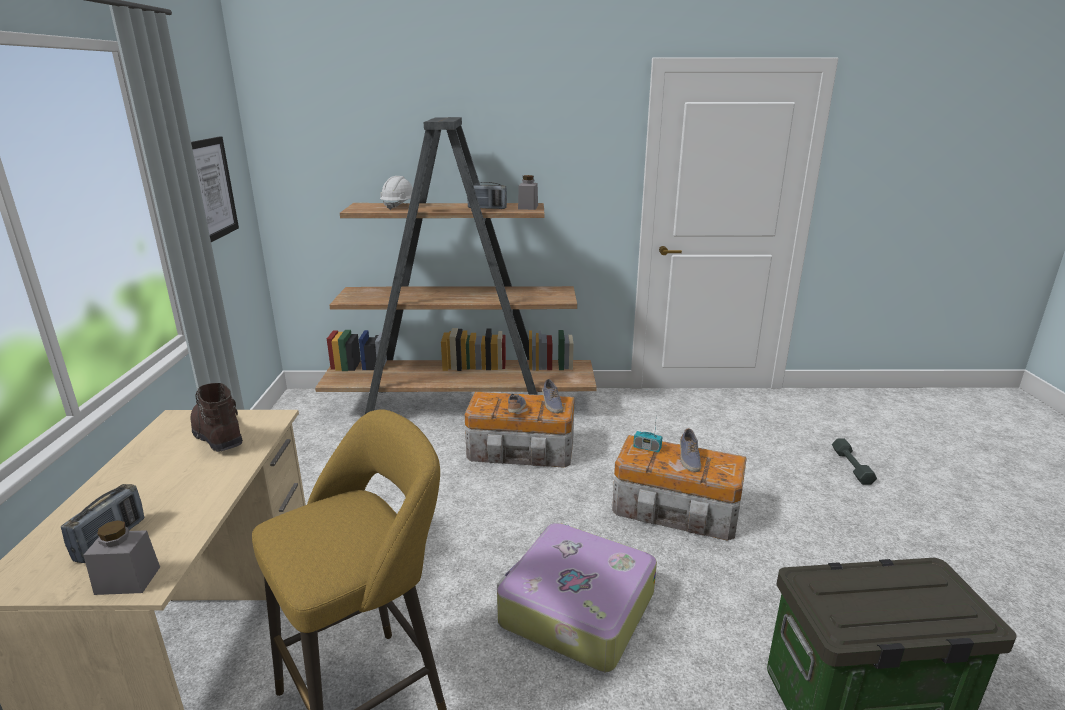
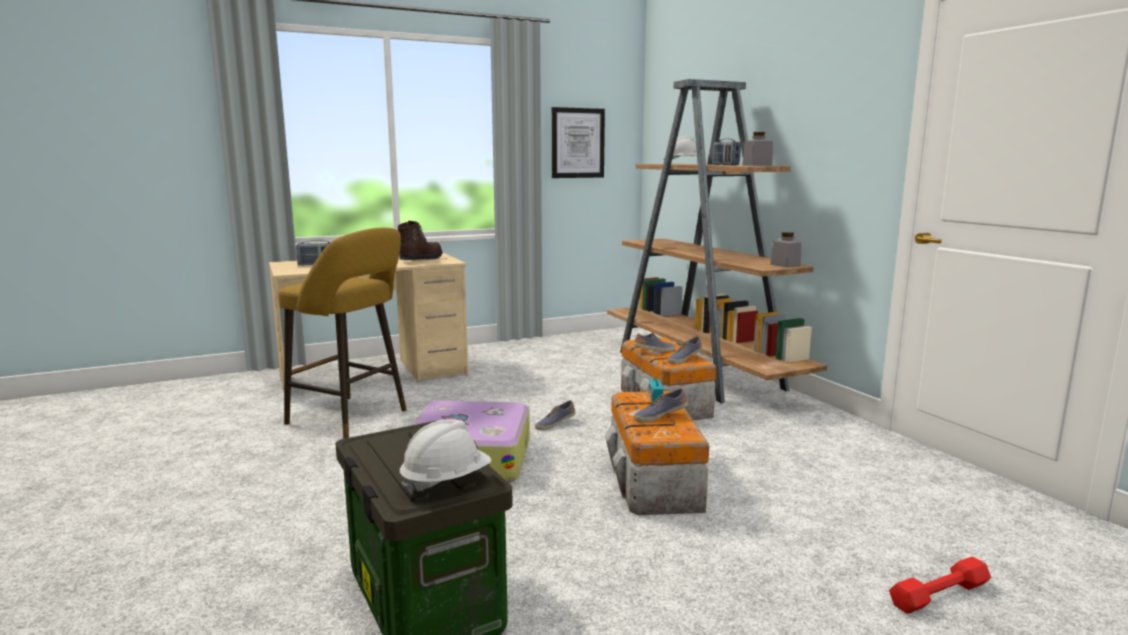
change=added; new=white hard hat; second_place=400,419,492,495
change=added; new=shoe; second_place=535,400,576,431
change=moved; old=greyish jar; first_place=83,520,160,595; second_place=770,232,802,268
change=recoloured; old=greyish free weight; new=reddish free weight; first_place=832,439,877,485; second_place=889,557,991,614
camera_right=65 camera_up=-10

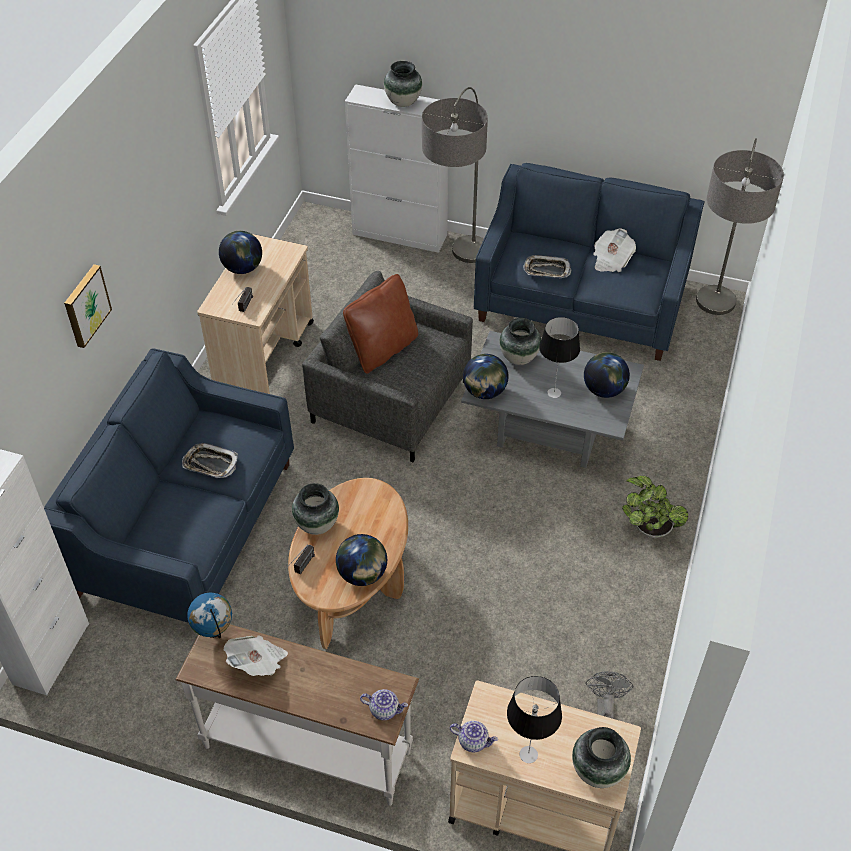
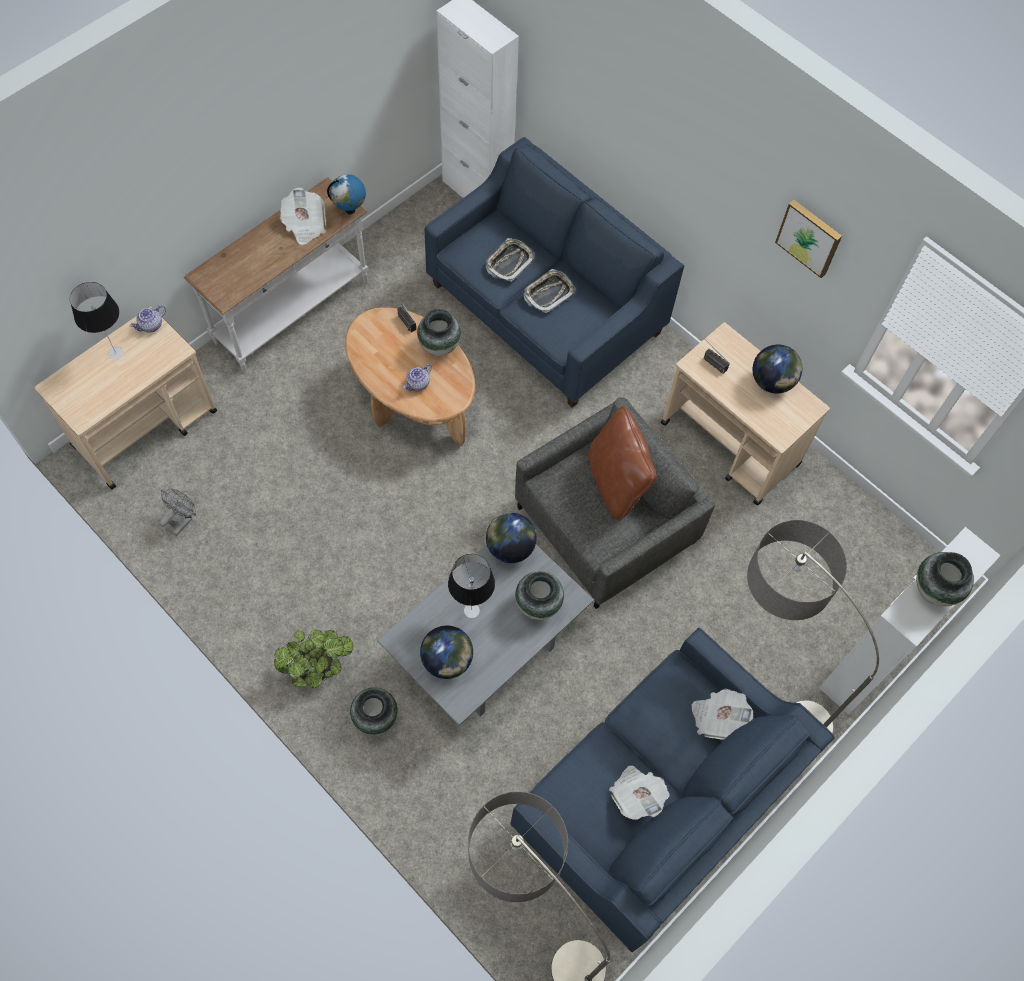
change=turned; old=greyish fan; first_place=586,671,633,719; second_place=159,488,196,536; degrees=-90
change=moved; old=decorative vase; first_place=572,727,631,788; second_place=350,688,398,736
change=moved; old=teapot; first_place=360,689,408,720; second_place=403,363,432,391
change=moved; old=serving tray; first_place=523,255,571,278; second_place=486,238,535,282
change=added; new=newspaper; second_place=691,689,753,740
change=moved; old=wall art; first_place=64,264,112,348; second_place=775,200,842,278
change=removed; old=world globe; first_place=336,534,387,586
camera_right=115 camera_up=15

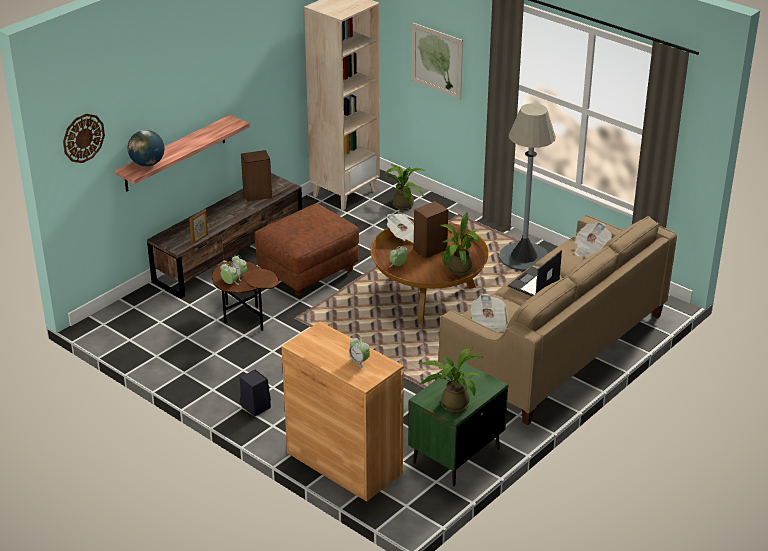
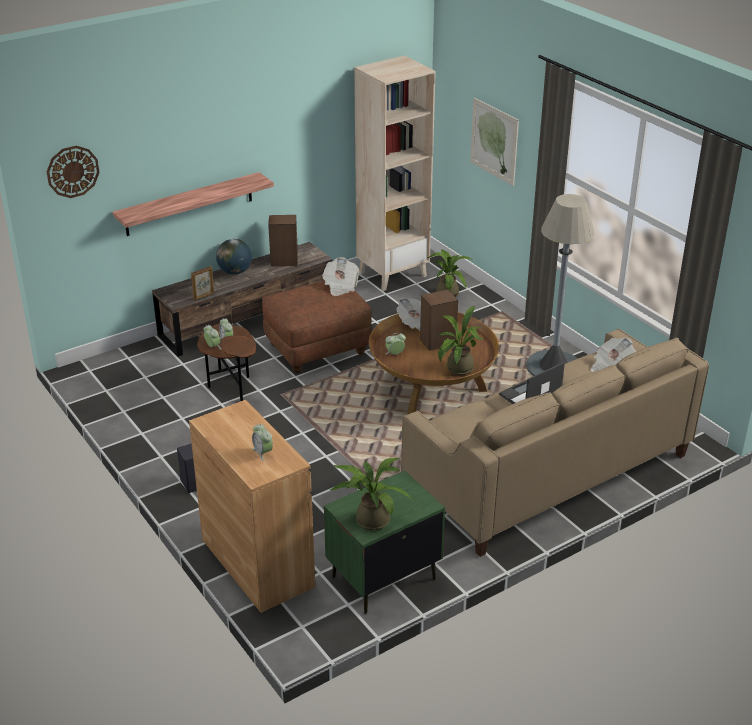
change=moved; old=world globe; first_place=128,130,165,167; second_place=216,239,252,275
change=moved; old=newspaper; first_place=470,294,508,332; second_place=322,257,360,296
camera_right=15 camera_up=0

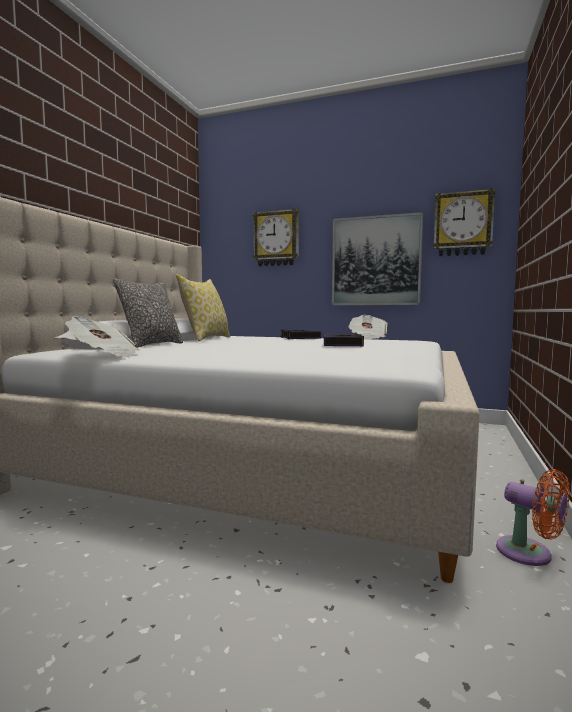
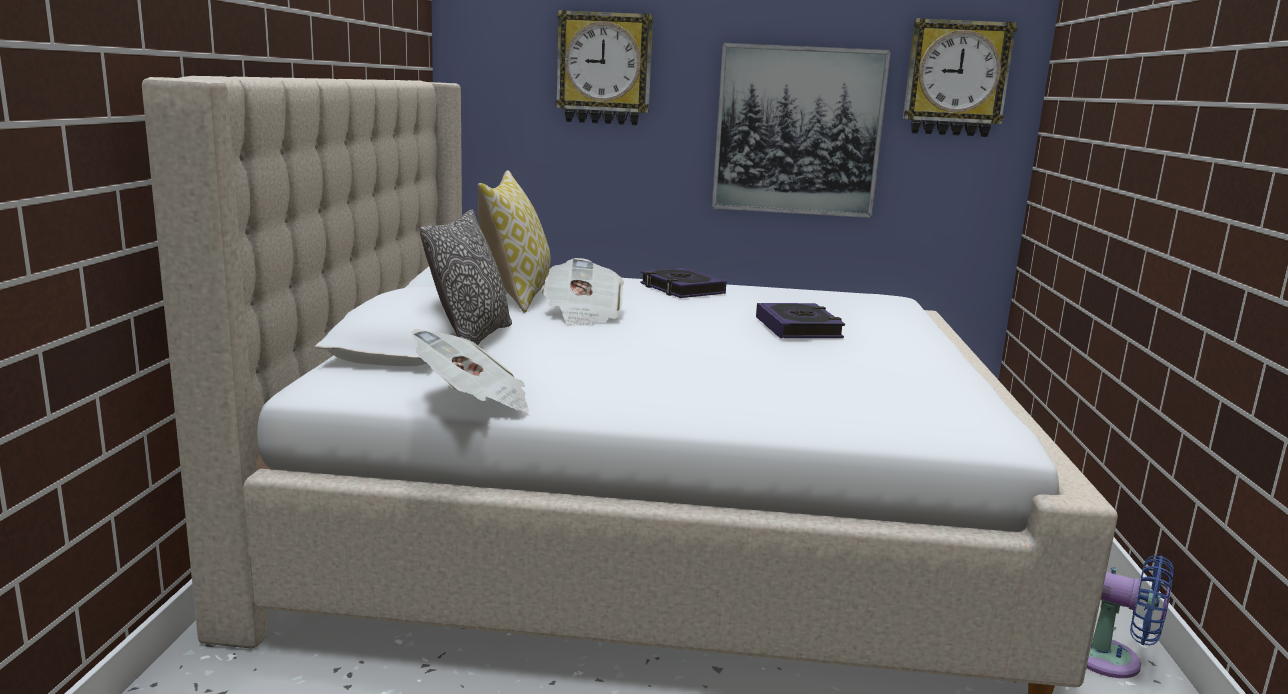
change=moved; old=newspaper; first_place=348,315,388,340; second_place=542,258,624,326
change=recoloured; old=orange-coloured fan; new=bluish fan; first_place=496,469,570,566; second_place=1086,556,1174,678
camera_right=-15 camera_up=10

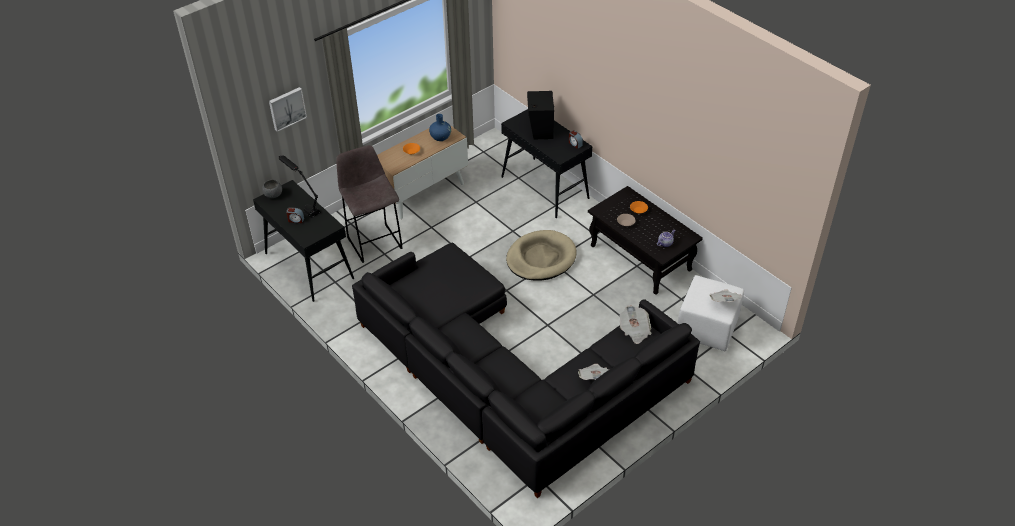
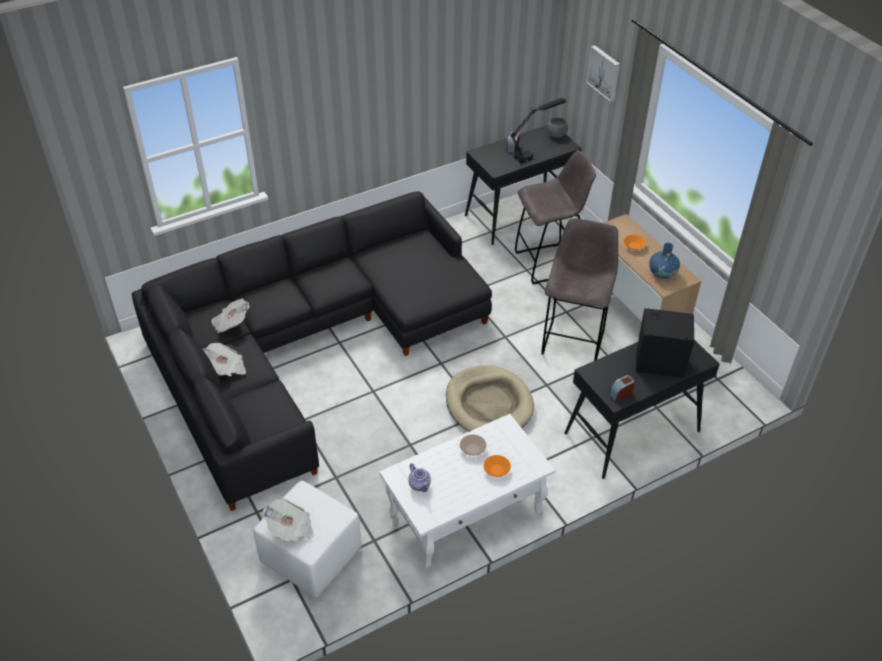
change=moved; old=newspaper; first_place=619,305,652,344; second_place=211,298,250,333
change=recoloured; old=black coffee table; new=white coffee table; first_place=588,186,703,295; second_place=379,414,555,569
change=added; new=greyish stool seat; second_place=541,218,618,361
camera_right=100 camera_up=0

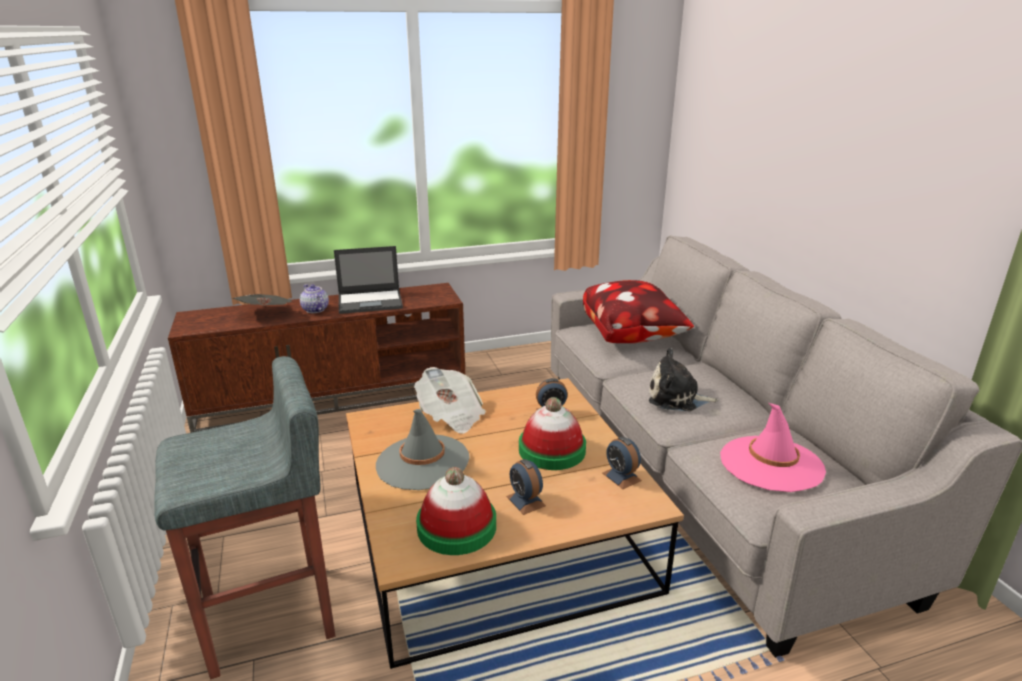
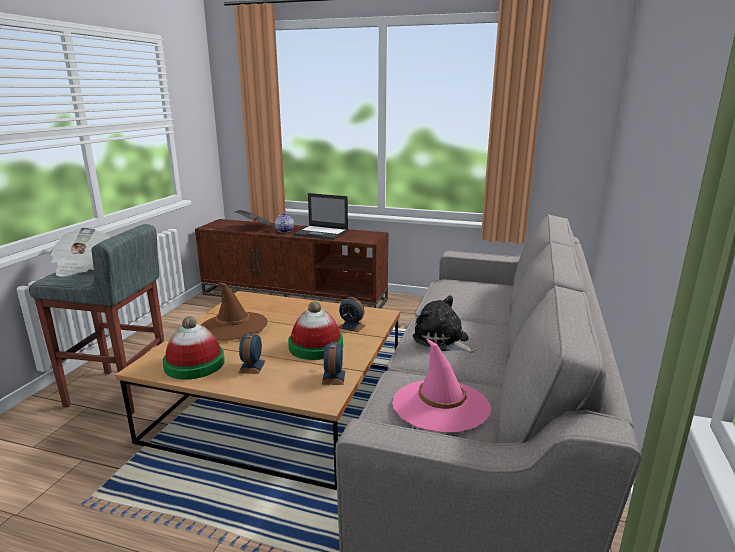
change=moved; old=newspaper; first_place=414,367,486,434; second_place=50,227,110,277
change=recoloured; old=greyish wearable hat; new=brown wearable hat; first_place=376,409,470,490; second_place=201,282,267,341
change=removed; old=cushion; first_place=583,280,694,343
camera_right=35 camera_up=-5

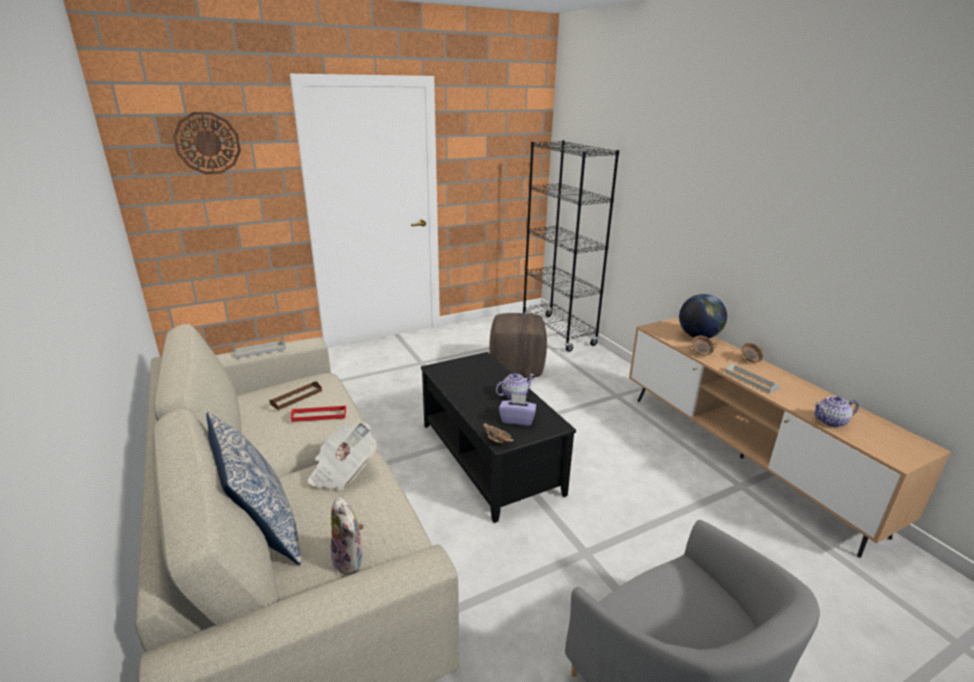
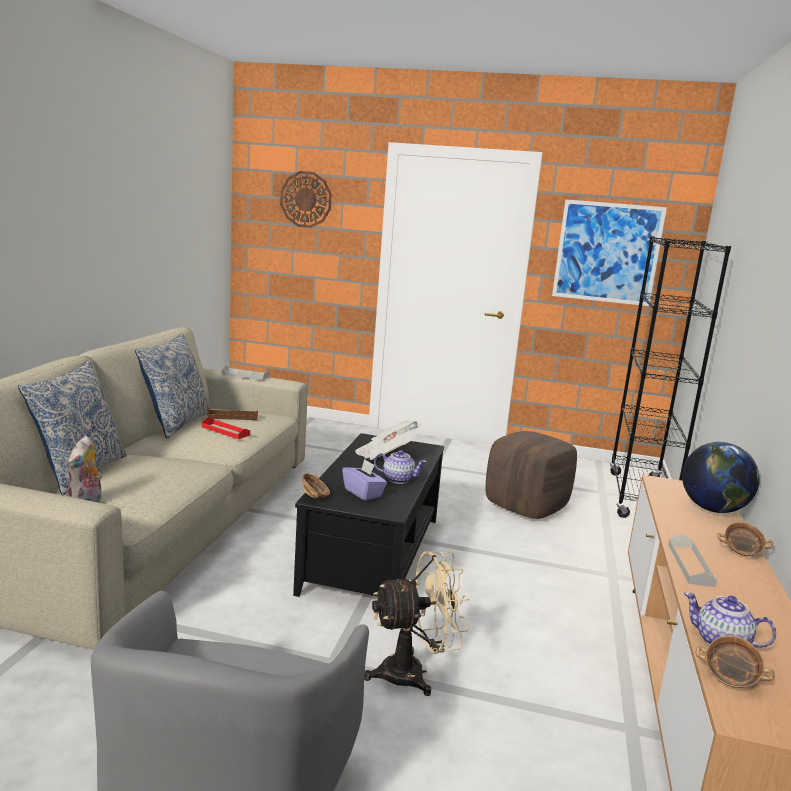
change=added; new=cushion; second_place=135,333,209,439
change=moved; old=newspaper; first_place=308,422,377,490; second_place=355,421,421,460
change=added; new=beige fan; second_place=364,551,469,696
change=added; new=wall art; second_place=552,199,667,306
change=moved; old=bowl; first_place=688,336,717,355; second_place=695,636,775,688
camera_right=40 camera_up=-10

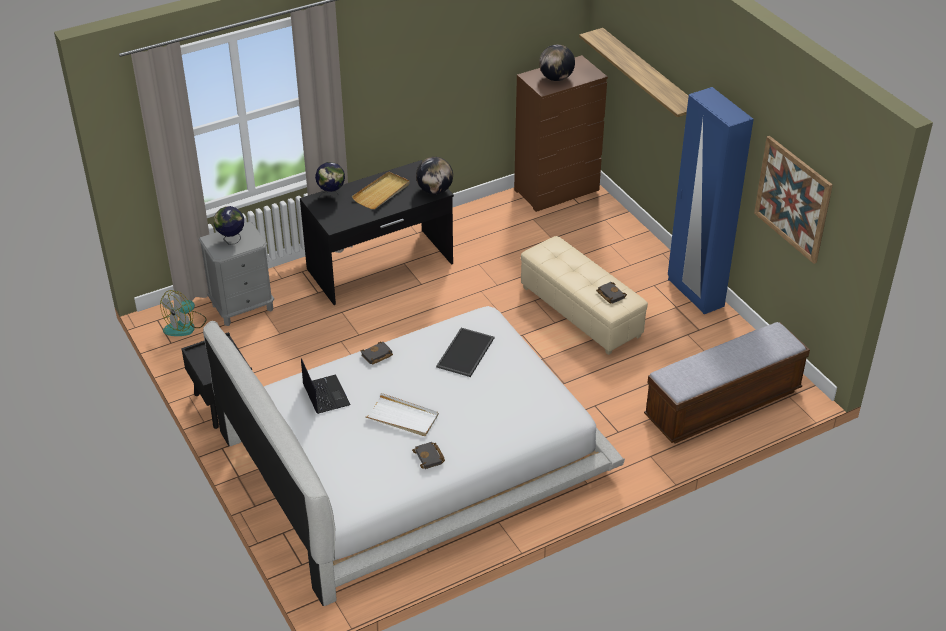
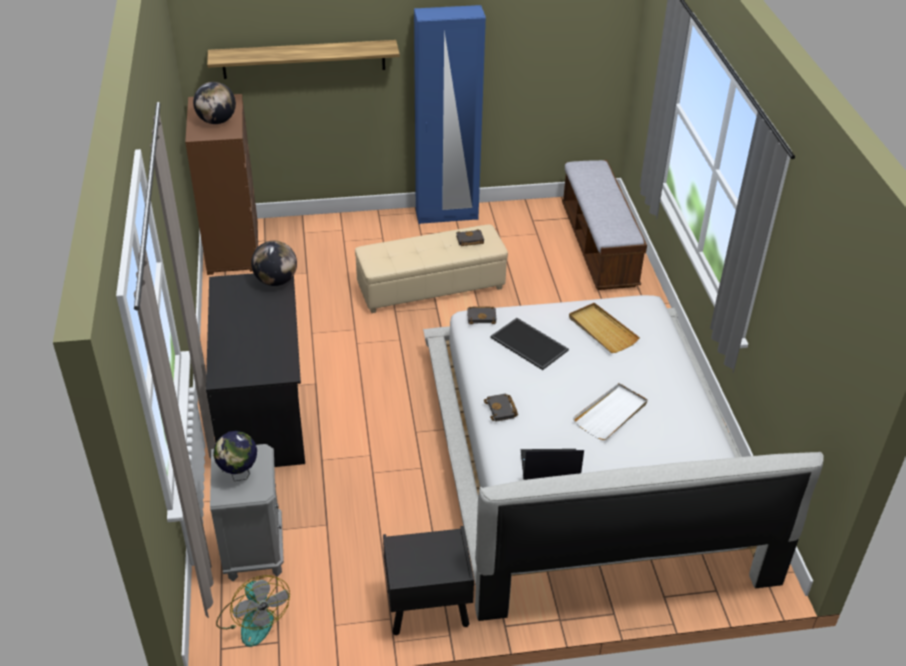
change=moved; old=black book; first_place=412,442,445,469; second_place=467,306,497,324
change=moved; old=beige serving tray; first_place=352,171,410,209; second_place=569,303,640,353
change=removed; old=world globe; first_place=315,162,345,199
change=removed; old=wall art; first_place=754,136,833,264
camera_right=-70 camera_up=0

